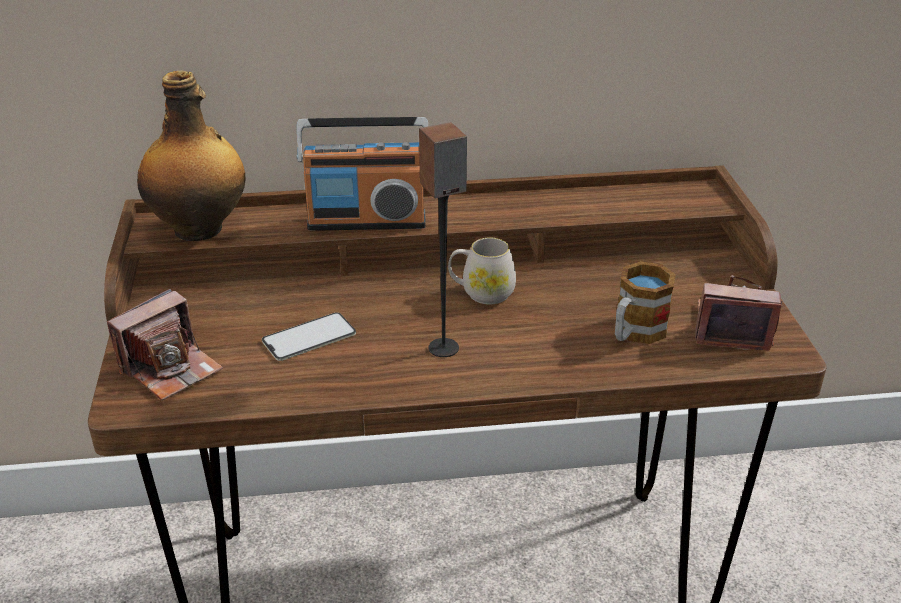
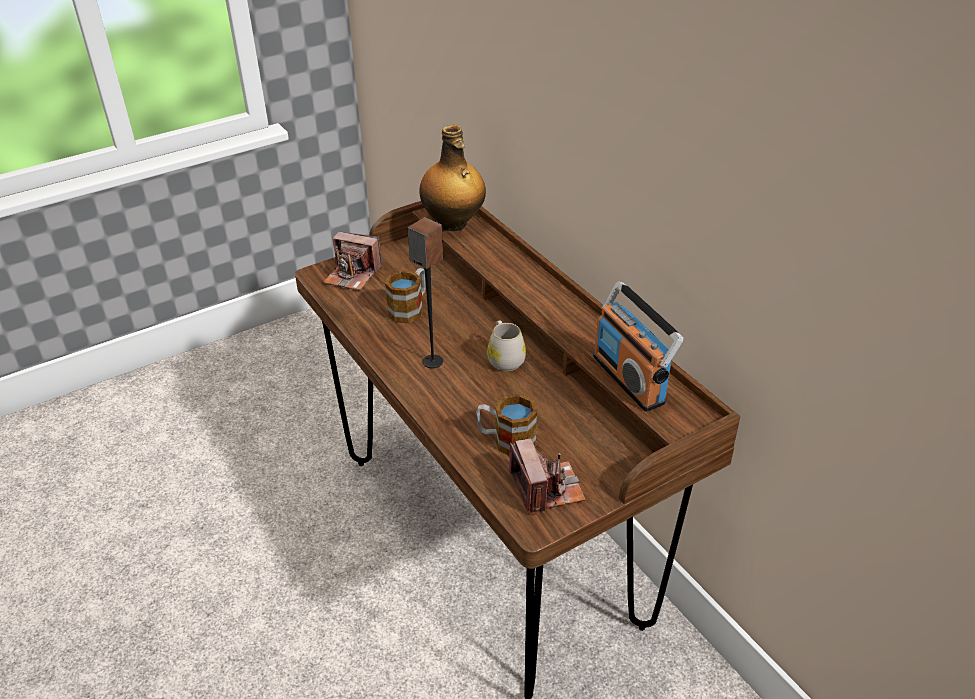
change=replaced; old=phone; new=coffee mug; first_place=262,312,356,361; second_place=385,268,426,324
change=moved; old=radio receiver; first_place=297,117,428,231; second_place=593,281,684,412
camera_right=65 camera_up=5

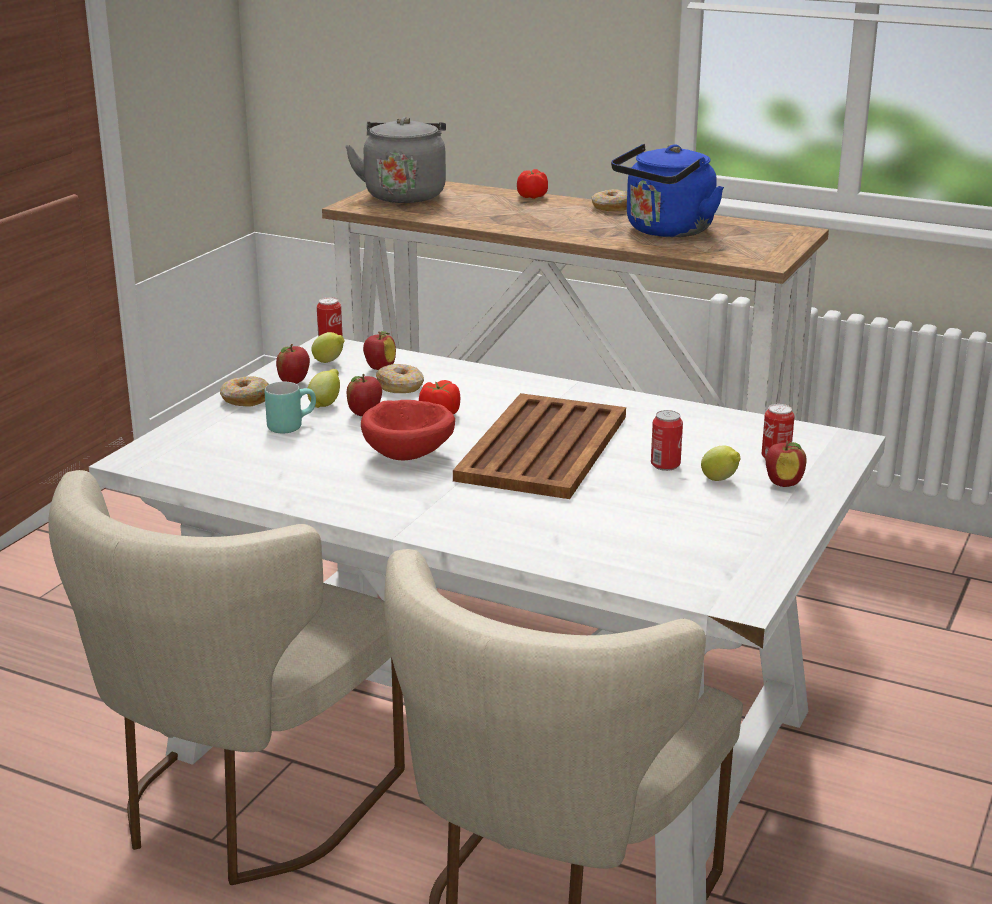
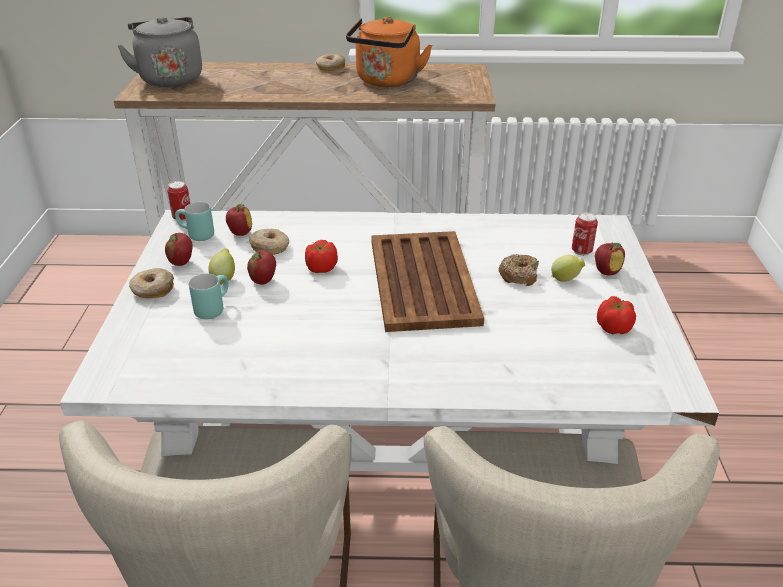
change=replaced; old=lemon; new=turquoise coffee mug; first_place=311,332,344,363; second_place=175,202,214,241
change=recoloured; old=bluish water kettle; new=orange-coloured water kettle; first_place=611,144,724,237; second_place=346,16,432,87
change=replaced; old=metal can; new=ring doughnut; first_place=651,410,683,471; second_place=498,254,539,286
change=moved; old=whole tomato; first_place=517,169,548,199; second_place=597,296,636,334
change=removed; old=reddish bowl; first_place=361,400,455,460
camera_right=-25 camera_up=10

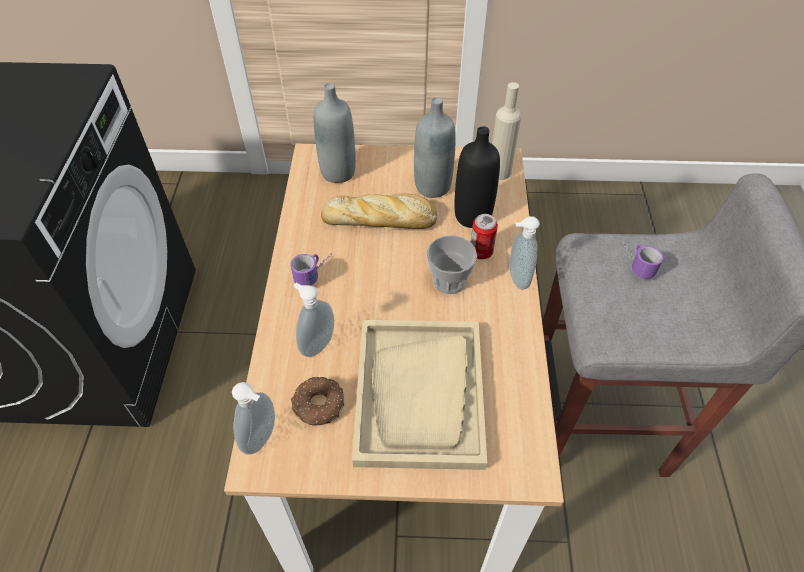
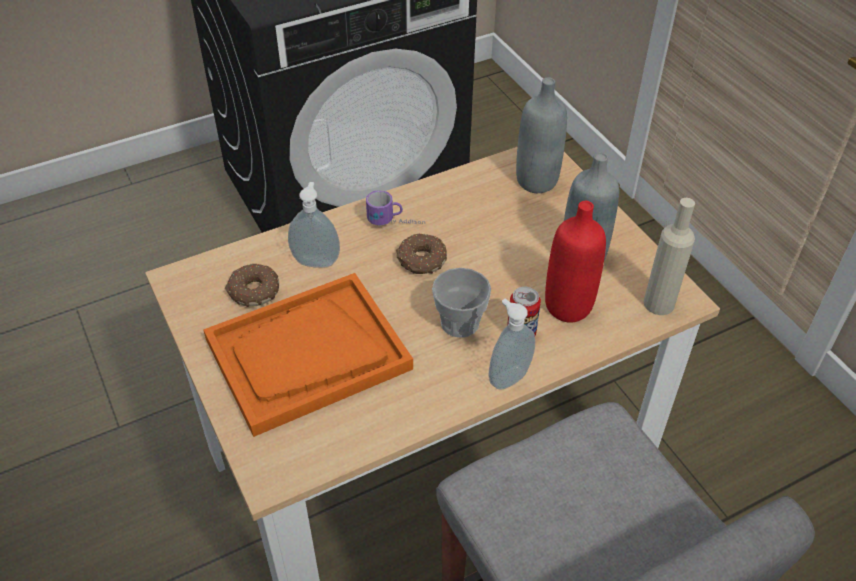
change=recoloured; old=beige serving tray; new=orange-coloured serving tray; first_place=352,320,487,470; second_place=203,273,413,437
change=added; new=ring doughnut; second_place=396,233,447,274
change=recoloured; old=black drink bottle; new=reddish drink bottle; first_place=454,126,500,228; second_place=545,201,606,323
change=removed; old=soap dispenser; first_place=232,382,275,455
change=removed; old=bakery bread; first_place=321,193,437,229
change=removed; old=coffee mug; first_place=622,242,663,279
camera_right=60 camera_up=-5

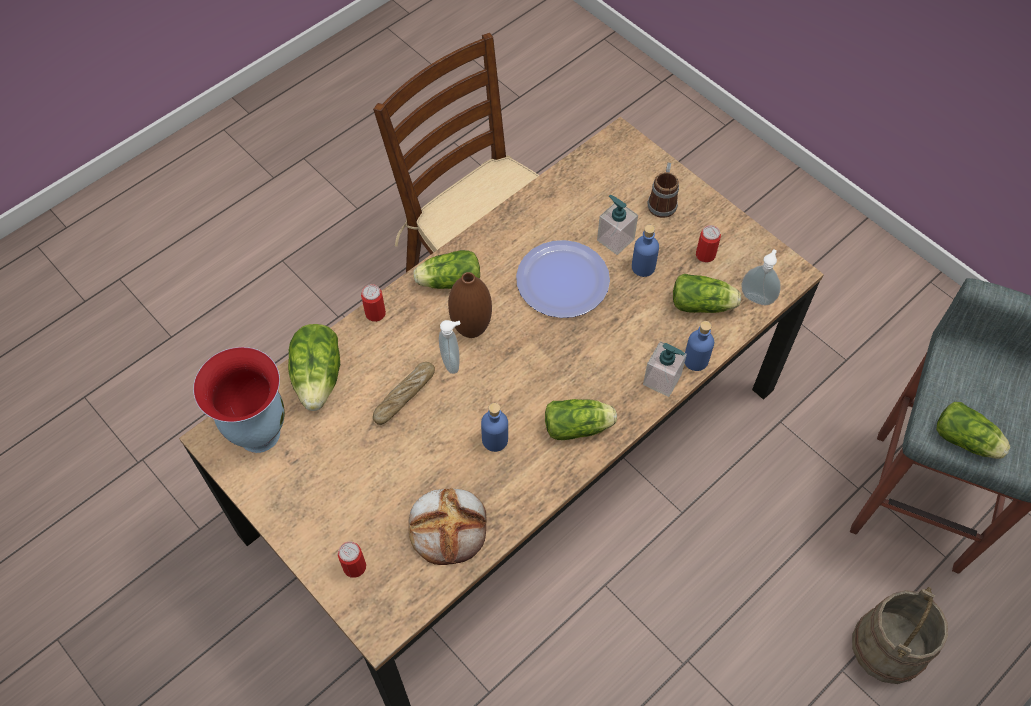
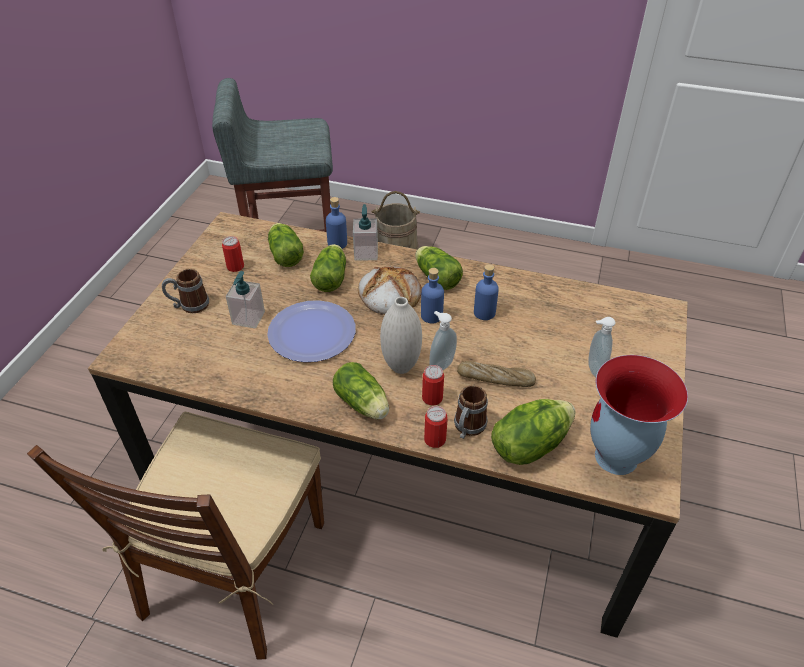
change=moved; old=head of lettuce; first_place=936,402,1010,459; second_place=310,244,346,292
change=moved; old=bakery bread; first_place=408,488,487,565; second_place=358,266,422,315
change=recoloured; old=brown decorative vase; new=white decorative vase; first_place=448,272,492,338; second_place=380,297,422,374
change=moved; old=bluish drink bottle; first_place=632,225,659,277; second_place=421,268,444,323
change=moved; old=metal can; first_place=338,541,366,578; second_place=422,365,444,406
change=added; new=coffee mug; second_place=454,385,488,439
change=moved; old=soap dispenser; first_place=741,249,781,305; second_place=588,317,615,377
camera_right=-120 camera_up=-15

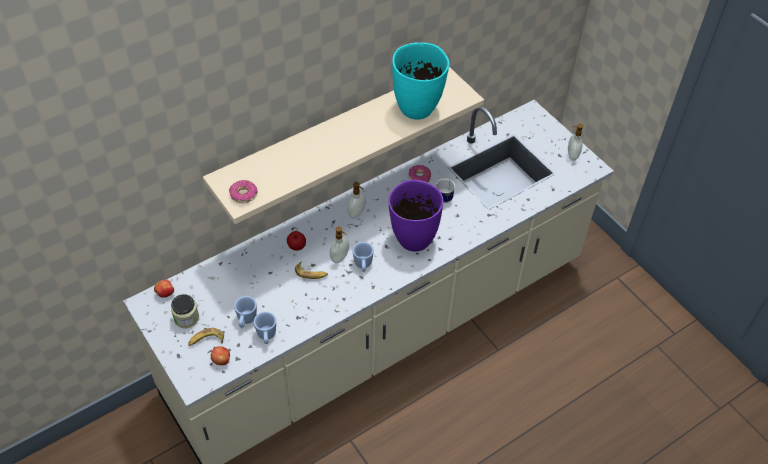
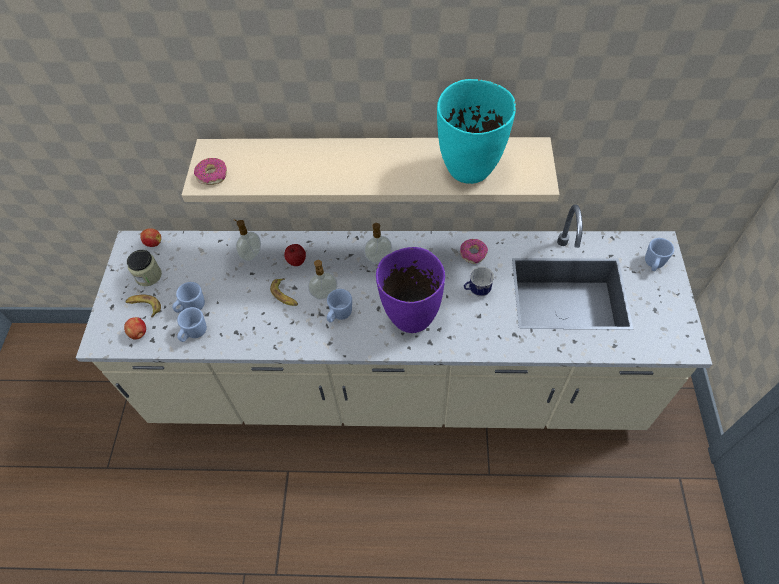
change=moved; old=soap dispenser; first_place=568,124,584,161; second_place=234,219,261,262
change=added; new=bluish coffee mug; second_place=645,238,674,271
camera_right=40 camera_up=5

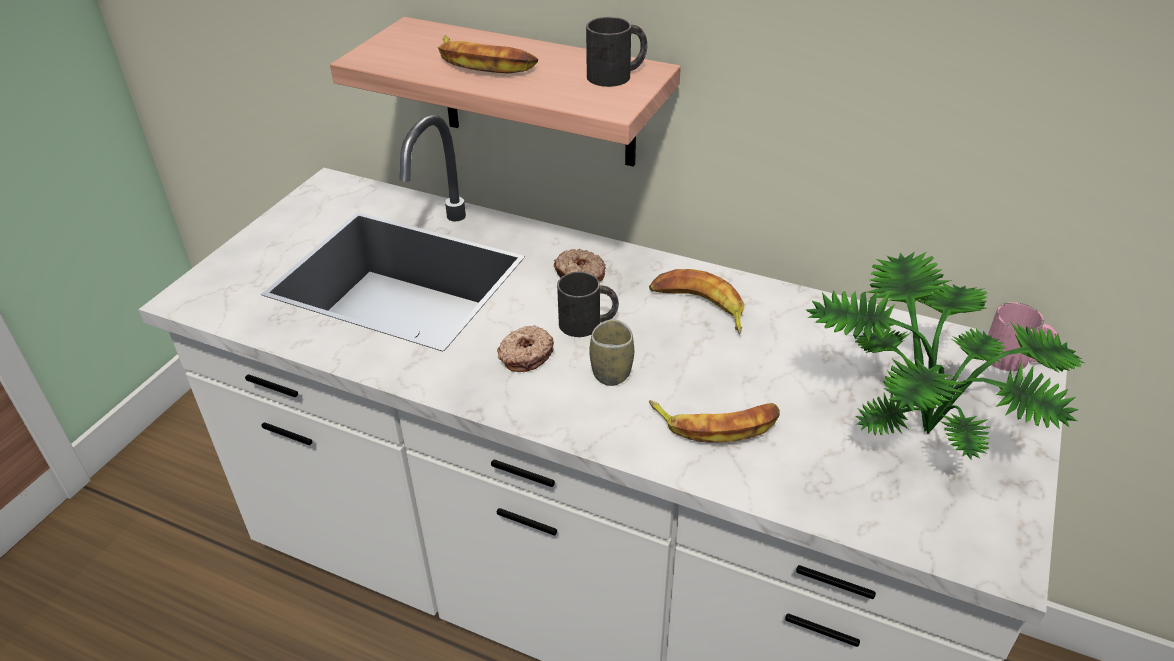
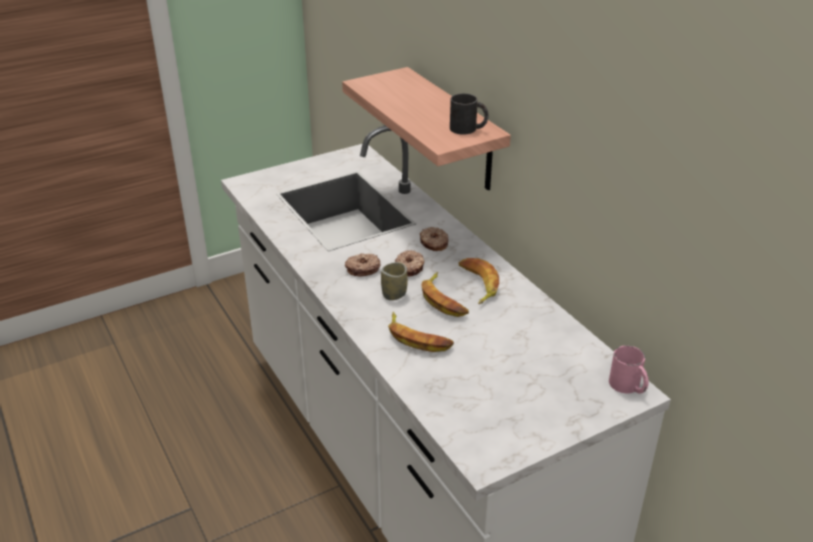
change=replaced; old=black coffee mug; new=ring doughnut; first_place=557,272,619,337; second_place=395,250,425,277
change=moved; old=banana; first_place=438,35,538,74; second_place=421,272,469,317
change=removed; old=houseplant; first_place=806,252,1084,460
camera_right=35 camera_up=-5

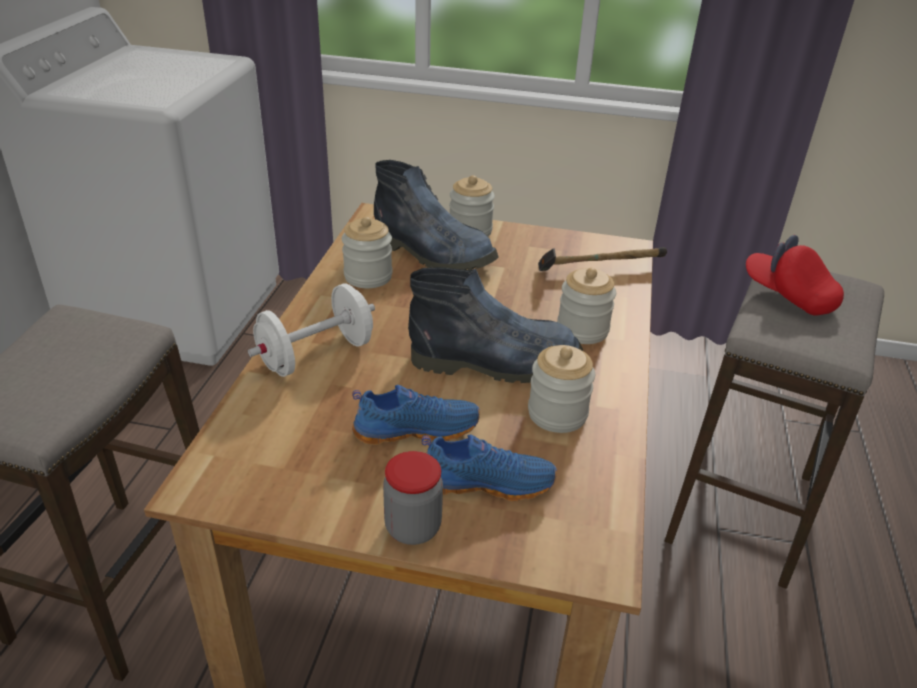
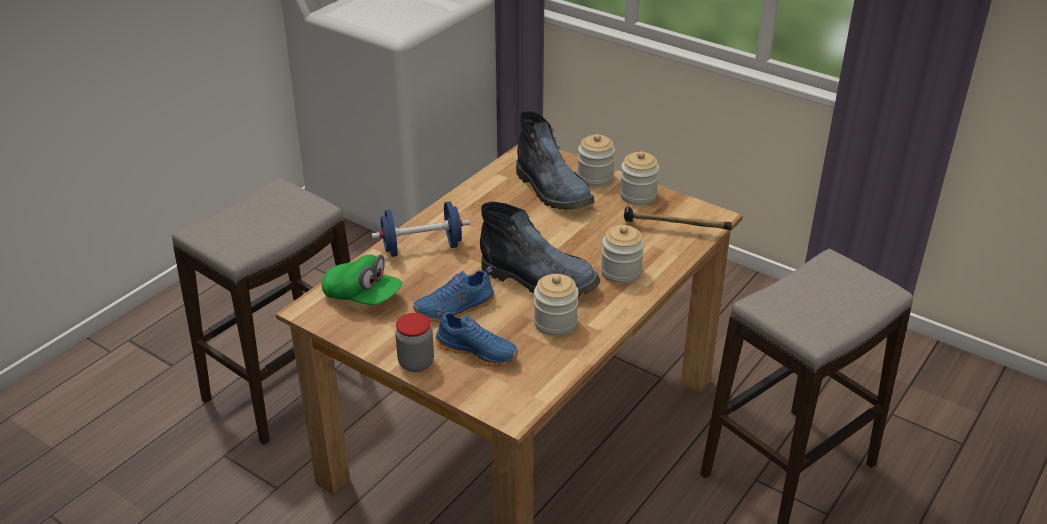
change=added; new=greenish peaked cap; second_place=322,254,402,305
change=recoloured; old=white free weight; new=bluish free weight; first_place=248,283,375,377; second_place=371,201,470,257
change=turned; old=bluish shoe; first_place=352,385,480,445; second_place=413,266,495,323; degrees=135
change=moved; old=jar; first_place=342,217,392,288; second_place=620,151,659,205
change=removed; old=reddish peaked cap; first_place=746,235,844,316
camera_right=25 camera_up=0

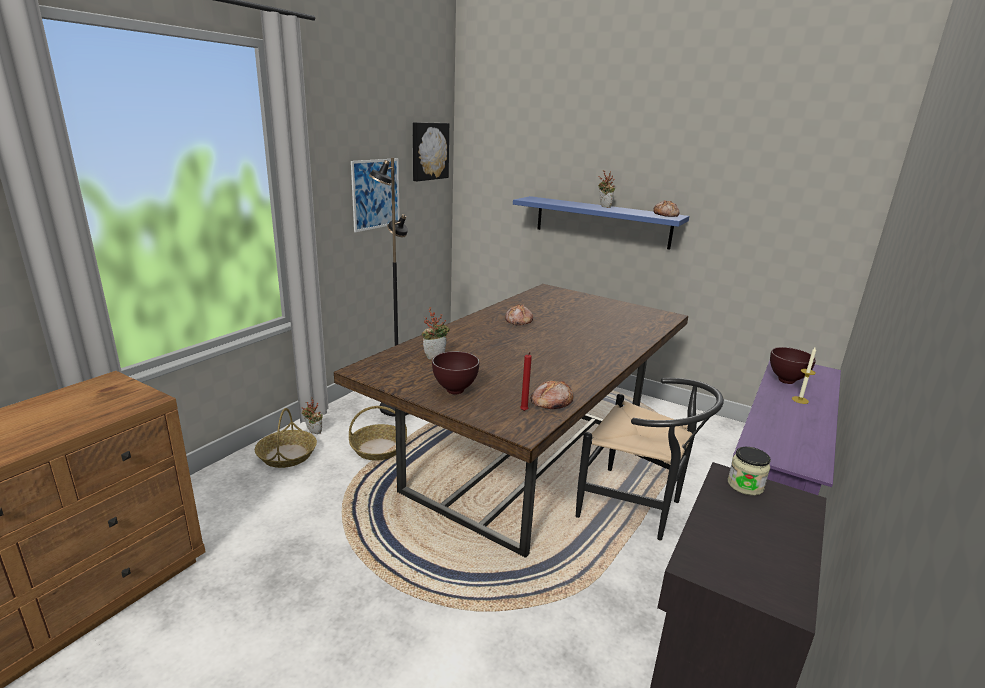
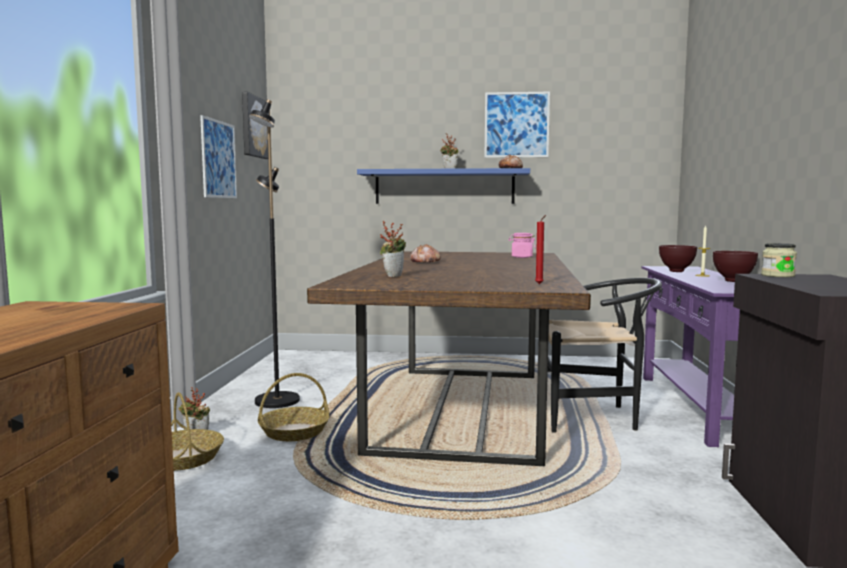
change=added; new=wall art; second_place=484,92,550,158
change=added; new=pink-coloured jar; second_place=509,233,536,258
change=moved; old=brown bowl; first_place=432,351,479,394; second_place=713,251,758,282
change=removed; old=bakery bread; first_place=531,380,573,409
camera_right=-25 camera_up=-15

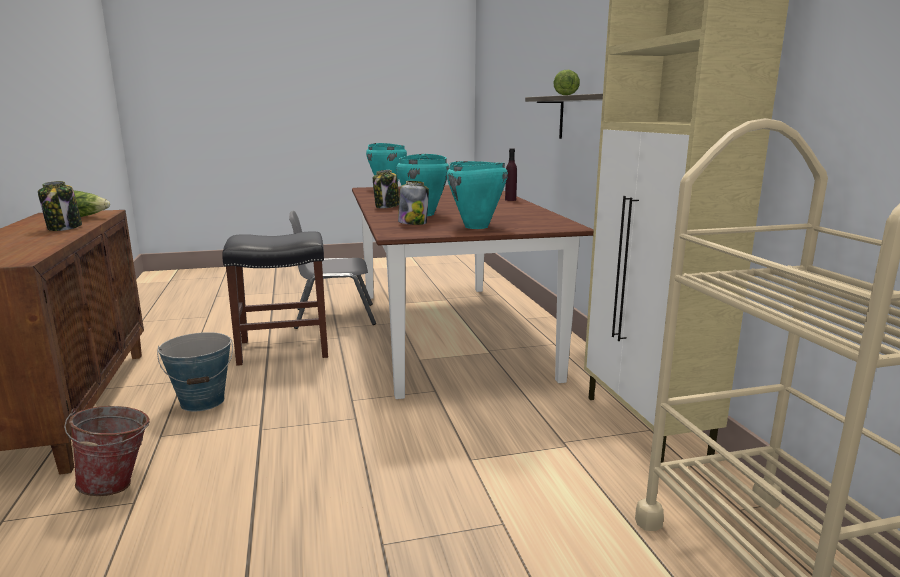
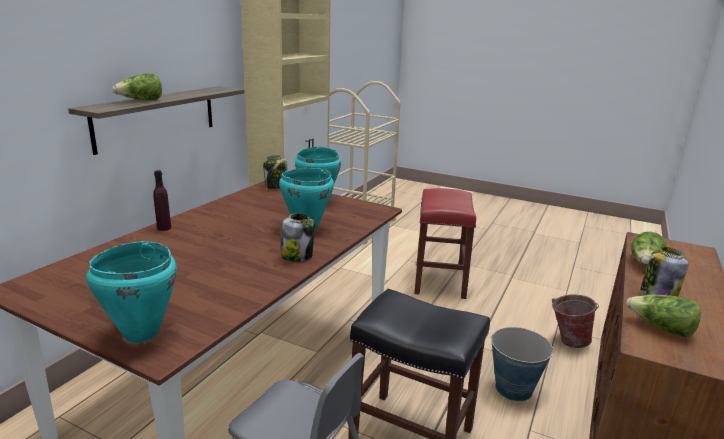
change=moved; old=jar; first_place=398,181,429,225; second_place=263,155,288,189
change=added; new=reddish stool seat; second_place=414,188,476,299
change=added; new=head of lettuce; second_place=631,231,666,265
camera_right=-140 camera_up=5

